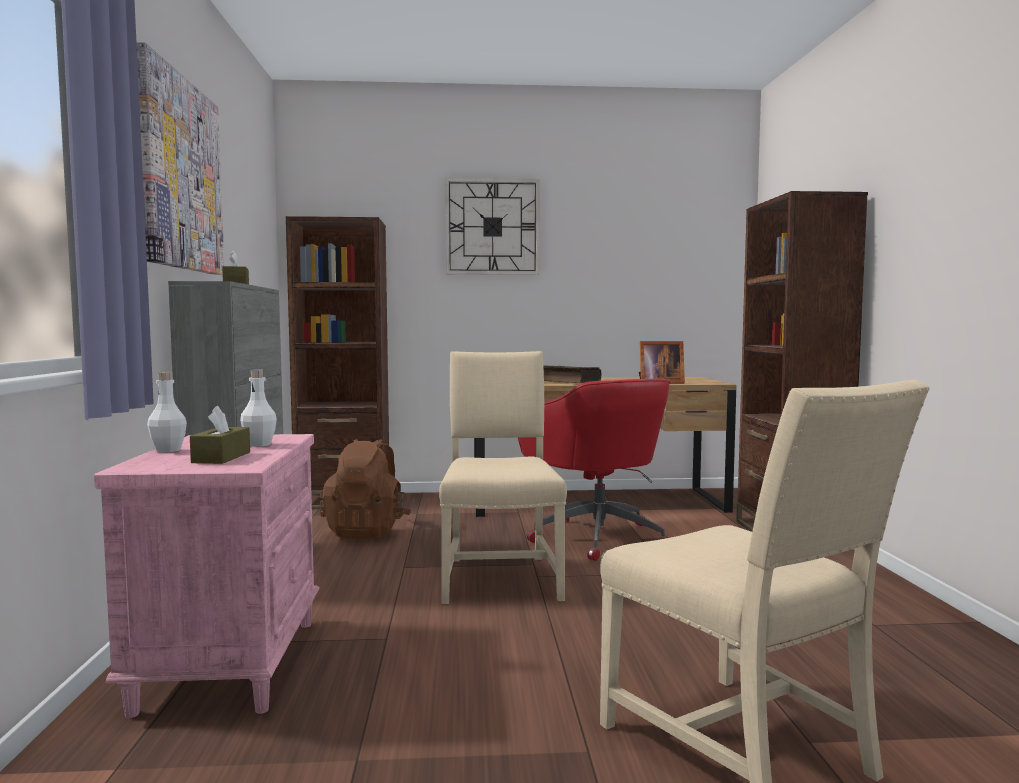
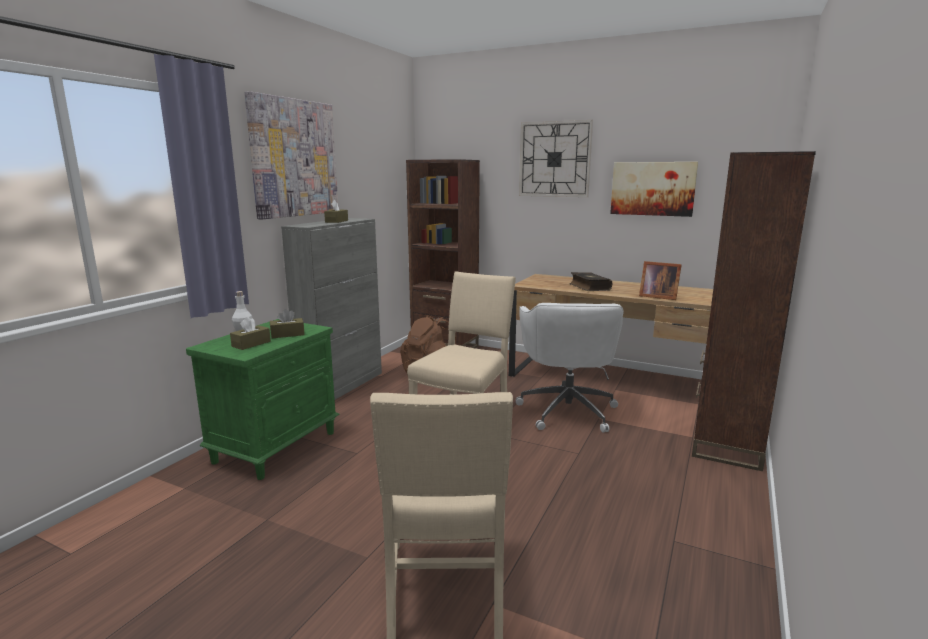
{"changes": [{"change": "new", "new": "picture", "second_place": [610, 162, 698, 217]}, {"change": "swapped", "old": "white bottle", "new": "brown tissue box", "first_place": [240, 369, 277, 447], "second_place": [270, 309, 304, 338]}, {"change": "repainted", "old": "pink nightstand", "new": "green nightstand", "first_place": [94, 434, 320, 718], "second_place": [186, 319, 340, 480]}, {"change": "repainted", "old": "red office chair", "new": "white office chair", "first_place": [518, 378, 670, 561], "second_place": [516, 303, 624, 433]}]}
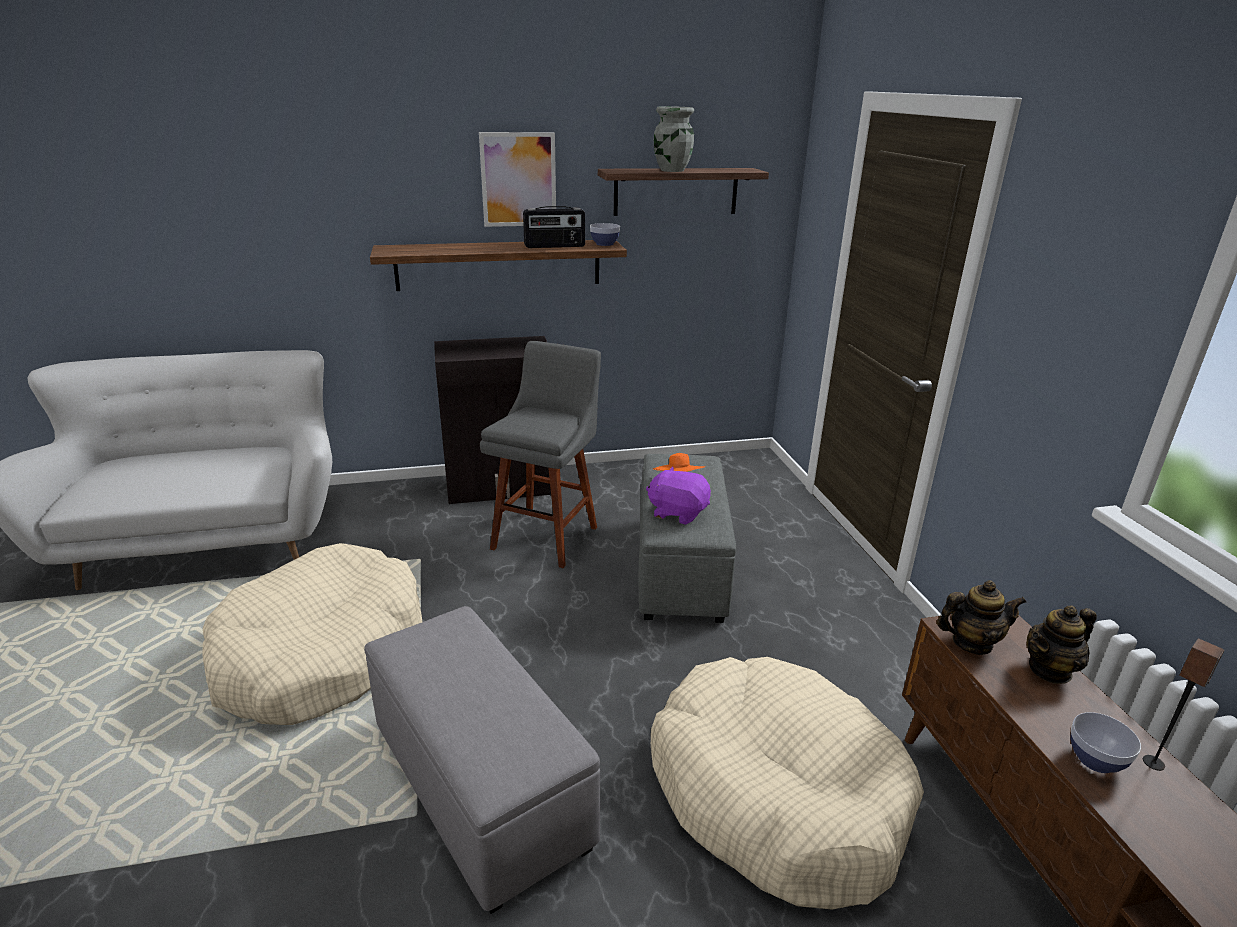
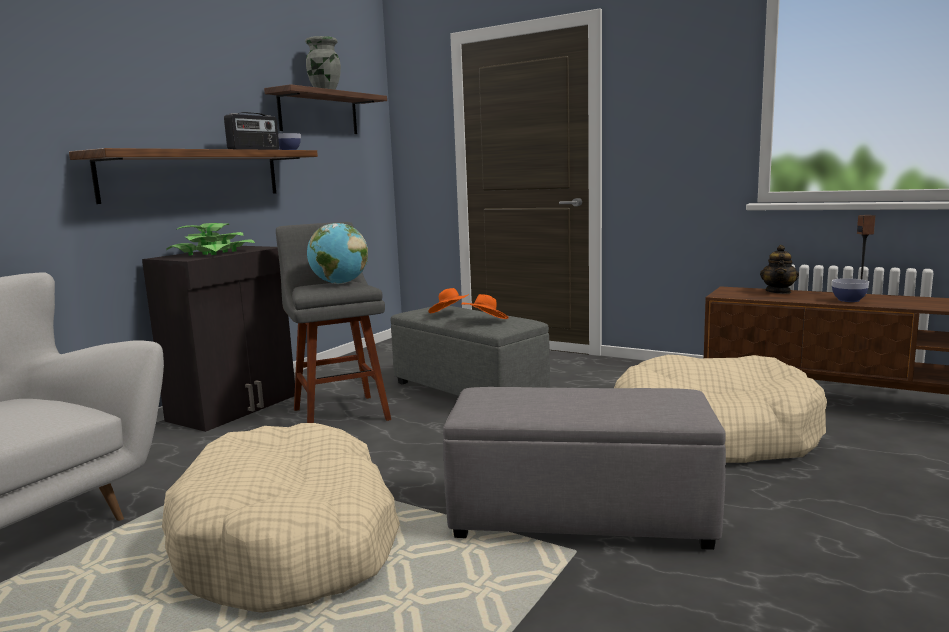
{"changes": [{"change": "gone", "old": "picture", "first_place": [479, 132, 556, 227]}, {"change": "gone", "old": "teapot", "first_place": [937, 580, 1026, 655]}, {"change": "new", "new": "potted plant", "second_place": [166, 223, 255, 256]}, {"change": "new", "new": "globe", "second_place": [307, 223, 368, 284]}, {"change": "swapped", "old": "purple plush toy", "new": "orange hat", "first_place": [646, 466, 711, 525], "second_place": [461, 294, 509, 319]}]}
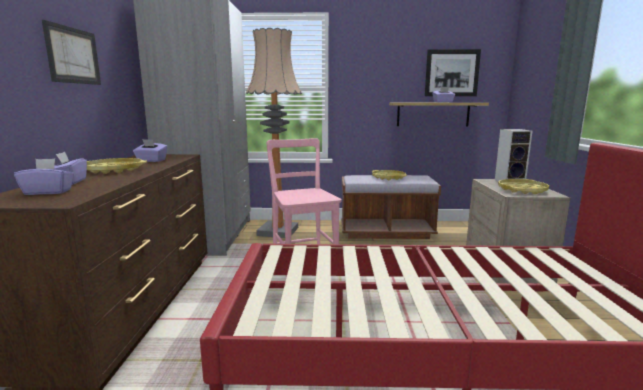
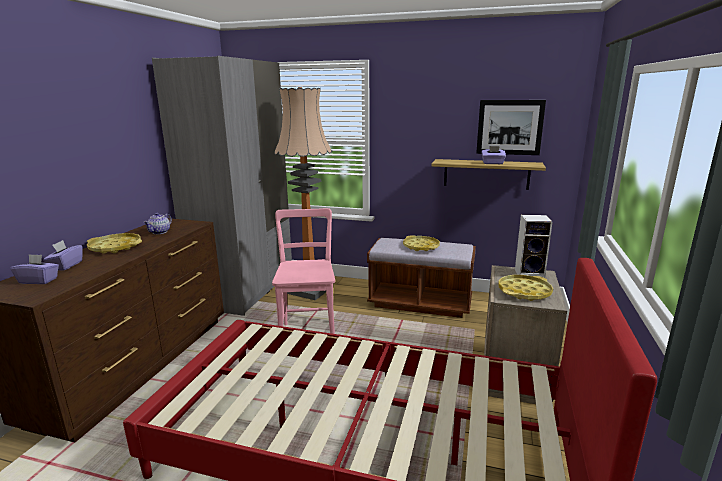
{"changes": [{"change": "gone", "old": "picture", "first_place": [42, 20, 101, 85]}, {"change": "swapped", "old": "purple tissue box", "new": "teapot", "first_place": [133, 139, 167, 162], "second_place": [143, 213, 172, 234]}]}
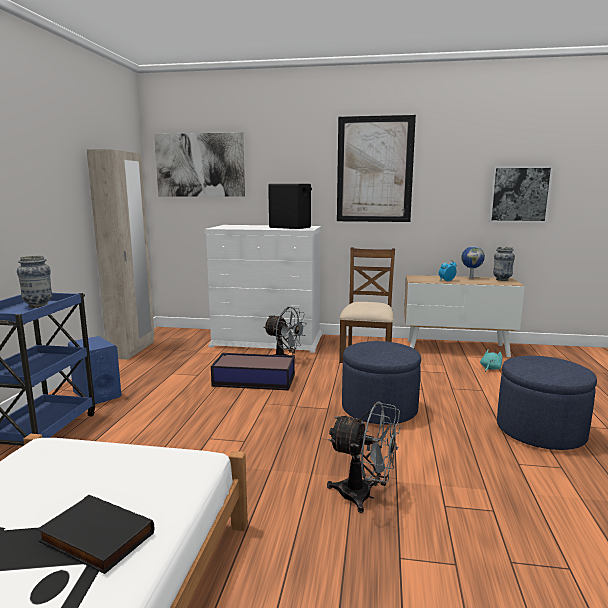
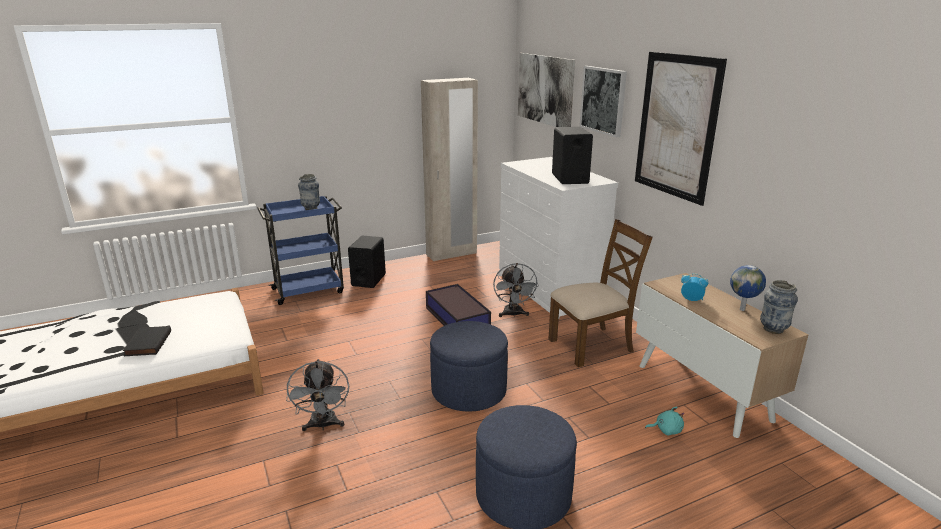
{"changes": [{"change": "shifted", "old": "picture", "first_place": [488, 166, 553, 223], "second_place": [580, 66, 627, 137]}, {"change": "repainted", "old": "blue speaker", "new": "black speaker", "first_place": [68, 336, 121, 404], "second_place": [348, 236, 386, 288]}]}
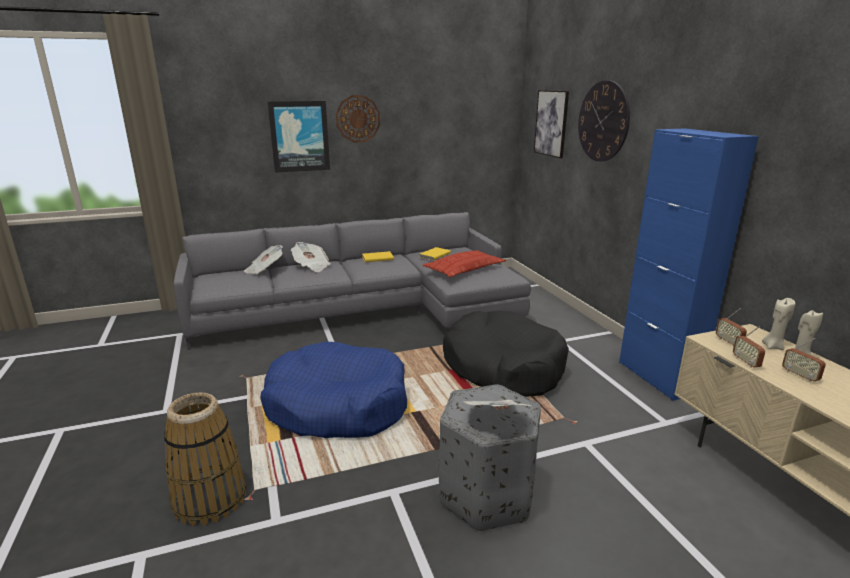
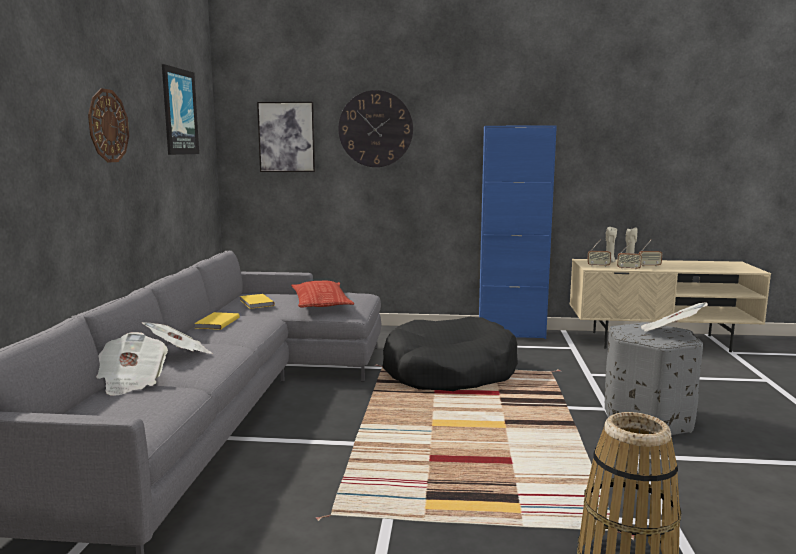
{"changes": [{"change": "gone", "old": "blue dog bed", "first_place": [260, 342, 407, 438]}, {"change": "shifted", "old": "picture", "first_place": [268, 101, 330, 173], "second_place": [162, 64, 199, 155]}]}
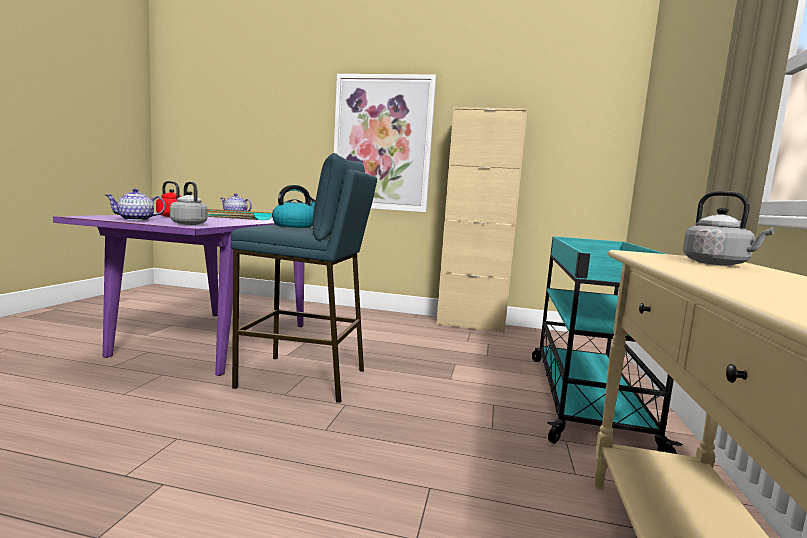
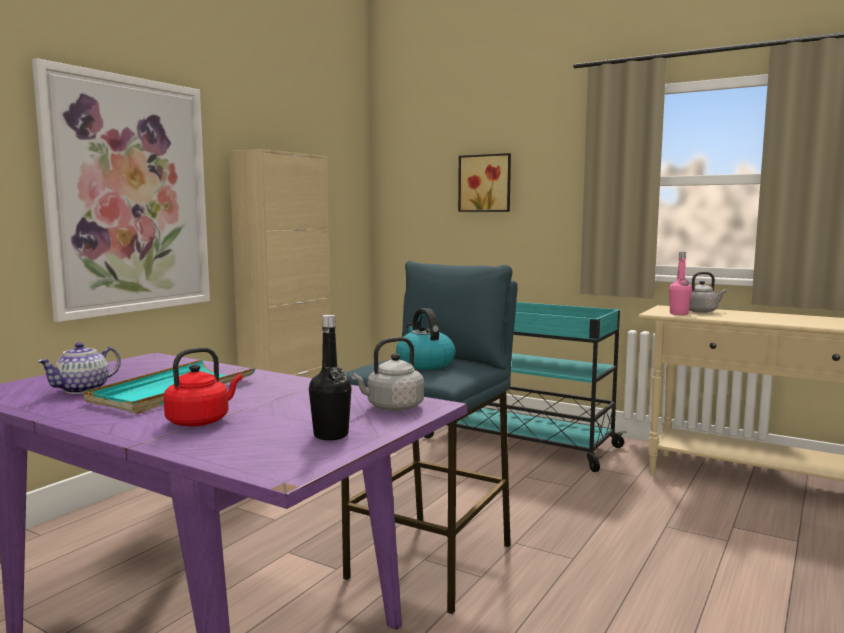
{"changes": [{"change": "new", "new": "picture", "second_place": [458, 153, 511, 212]}, {"change": "new", "new": "pink bottle", "second_place": [669, 252, 692, 315]}, {"change": "swapped", "old": "teapot", "new": "black bottle", "first_place": [105, 189, 165, 221], "second_place": [309, 315, 352, 440]}]}
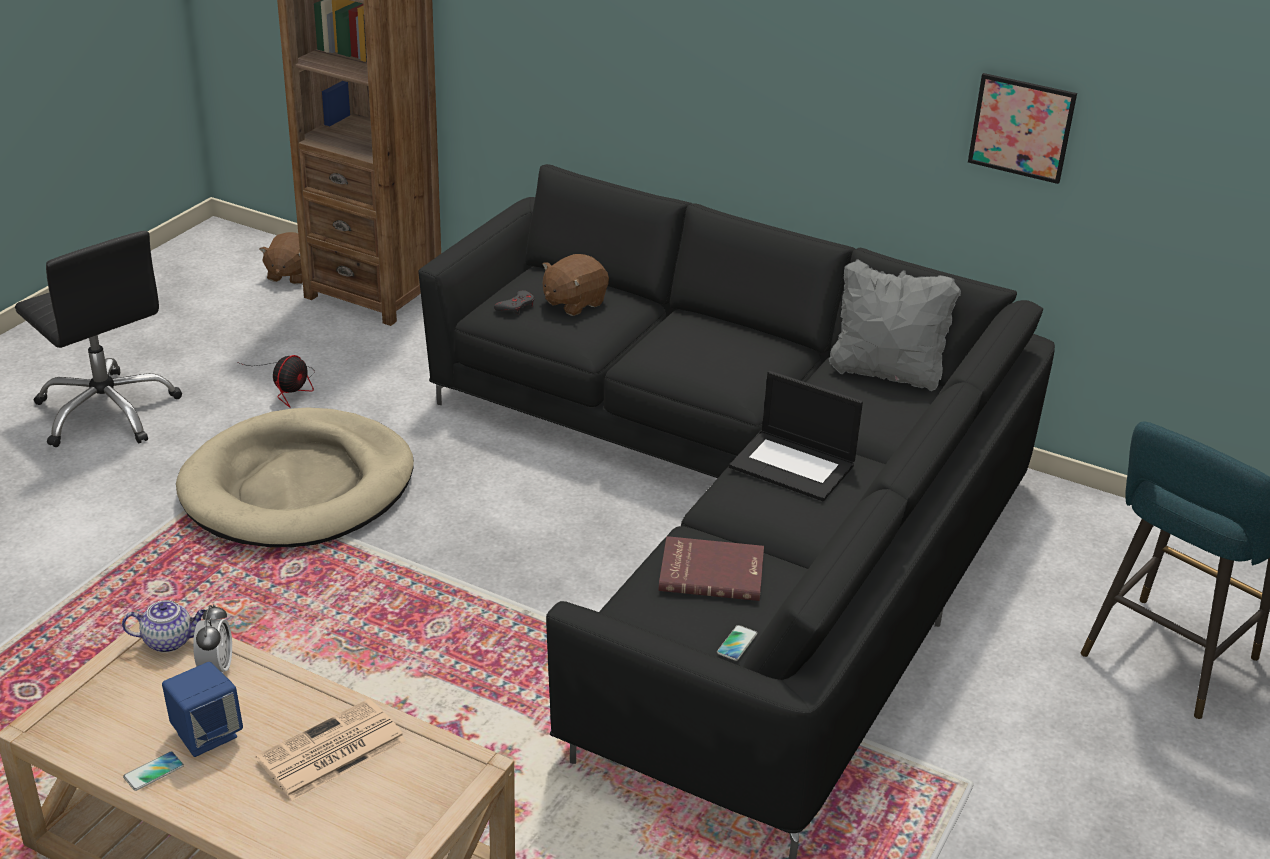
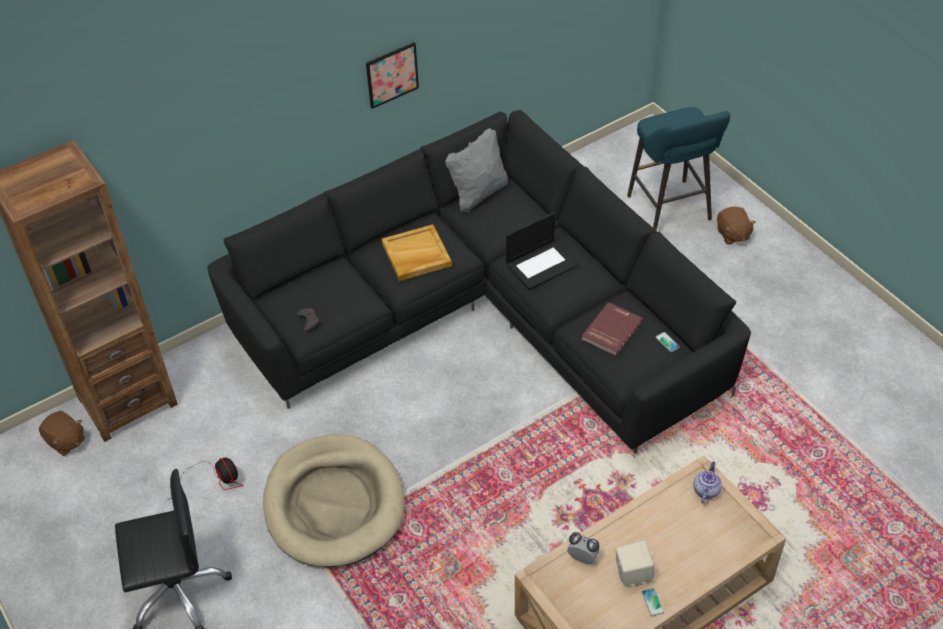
{"changes": [{"change": "gone", "old": "newspaper", "first_place": [256, 699, 406, 801]}, {"change": "new", "new": "beige tray", "second_place": [382, 225, 452, 281]}, {"change": "shifted", "old": "teapot", "first_place": [122, 600, 206, 653], "second_place": [693, 462, 722, 503]}, {"change": "shifted", "old": "brown plush toy", "first_place": [542, 254, 609, 316], "second_place": [717, 207, 756, 245]}, {"change": "shifted", "old": "picture", "first_place": [968, 73, 1077, 184], "second_place": [366, 42, 419, 109]}, {"change": "repainted", "old": "blue speaker", "new": "beige speaker", "first_place": [162, 662, 243, 757], "second_place": [616, 540, 654, 587]}]}
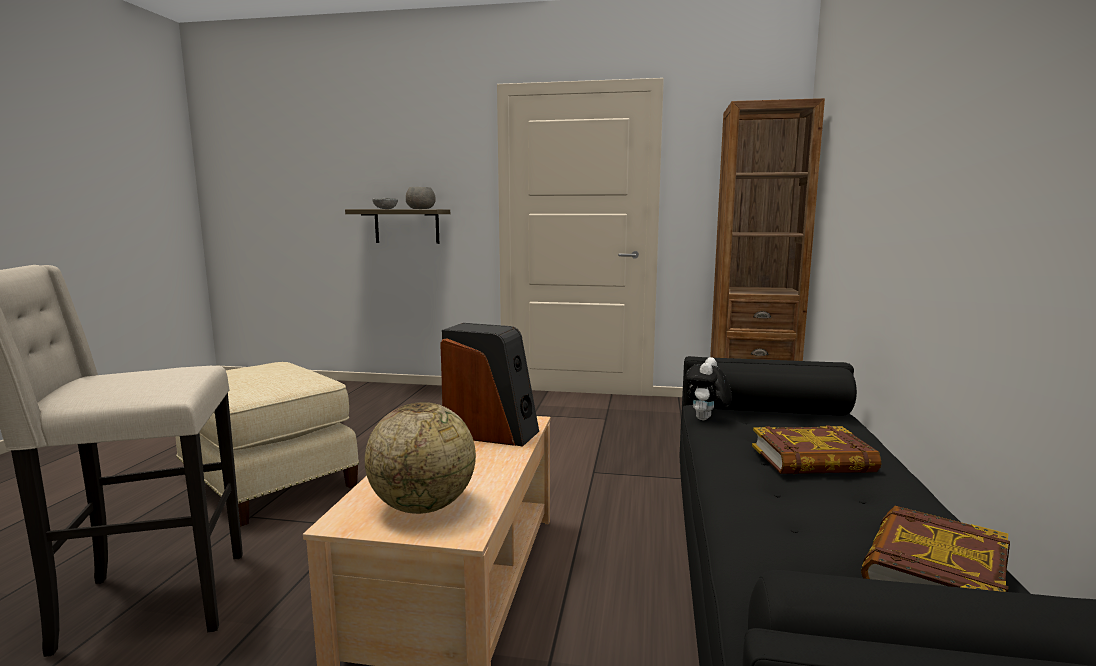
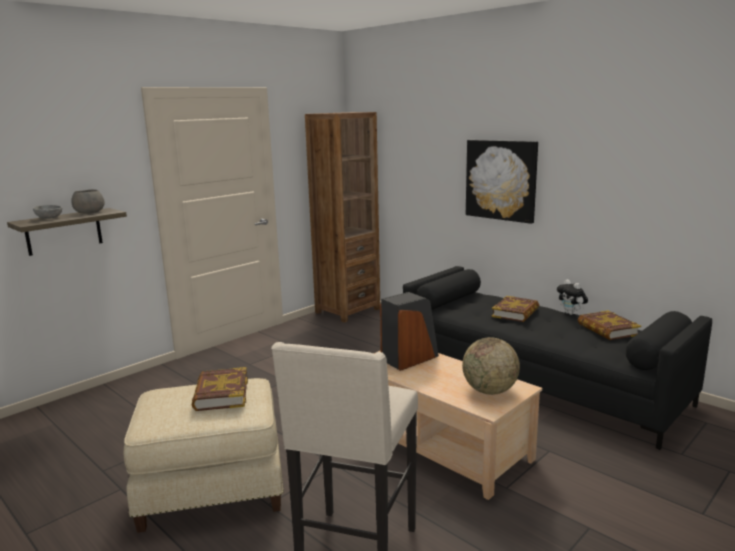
{"changes": [{"change": "new", "new": "book", "second_place": [192, 367, 248, 411]}, {"change": "new", "new": "picture", "second_place": [466, 140, 538, 224]}, {"change": "shifted", "old": "plush toy", "first_place": [685, 357, 732, 420], "second_place": [557, 279, 588, 315]}]}
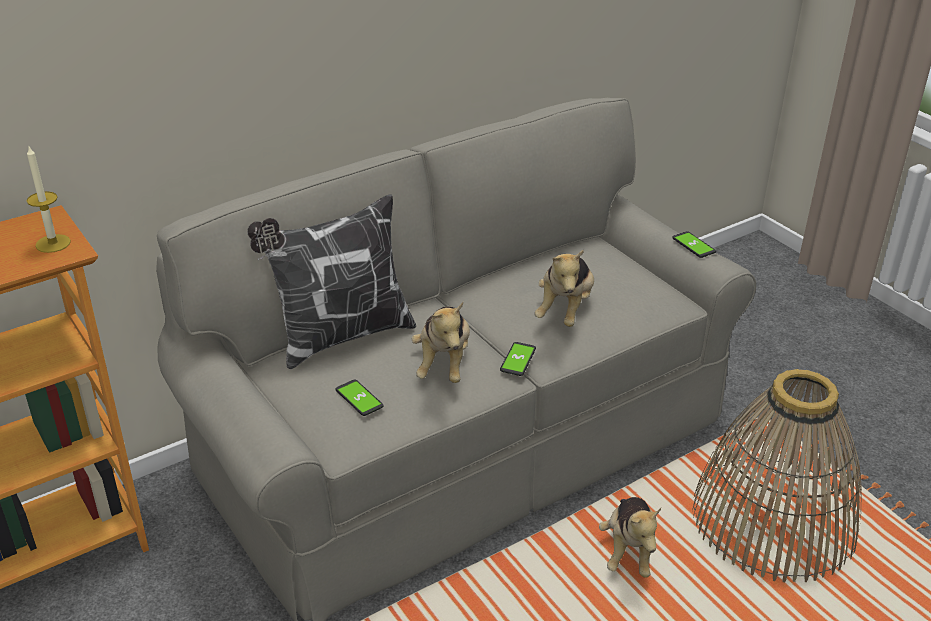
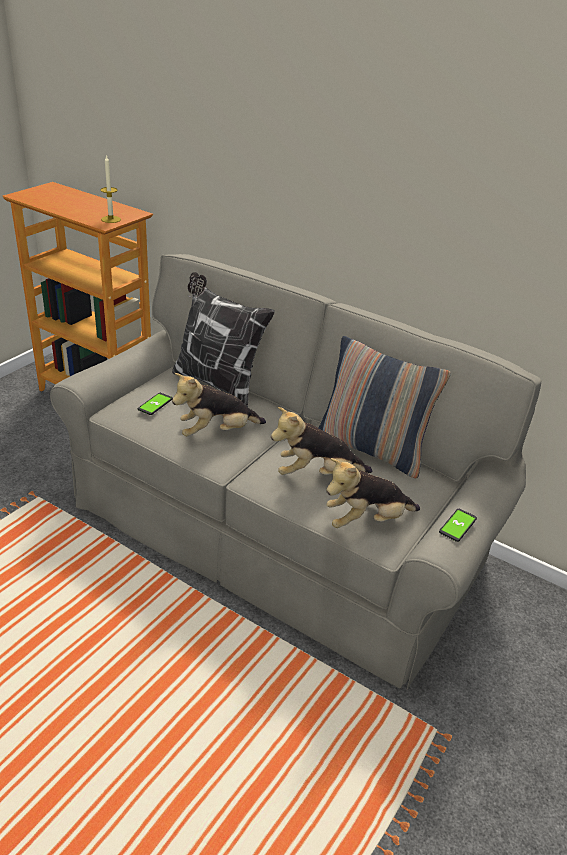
{"changes": [{"change": "gone", "old": "phone", "first_place": [500, 342, 536, 376]}, {"change": "gone", "old": "basket", "first_place": [692, 369, 862, 583]}, {"change": "new", "new": "pillow", "second_place": [319, 336, 451, 478]}, {"change": "shifted", "old": "plush toy", "first_place": [599, 497, 661, 578], "second_place": [326, 458, 420, 528]}]}
